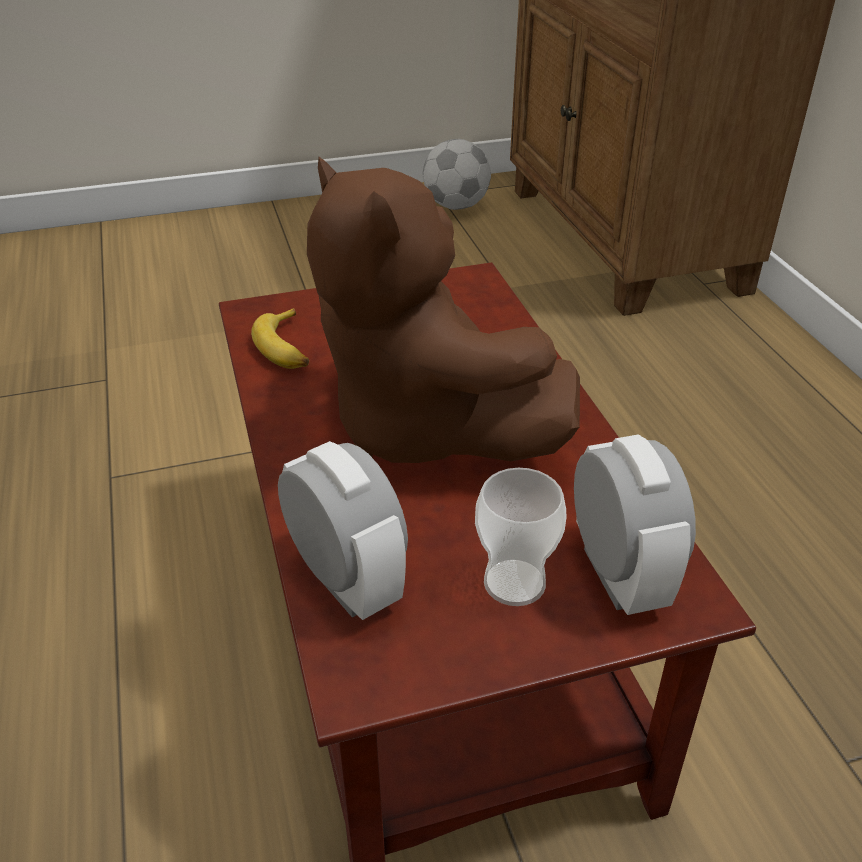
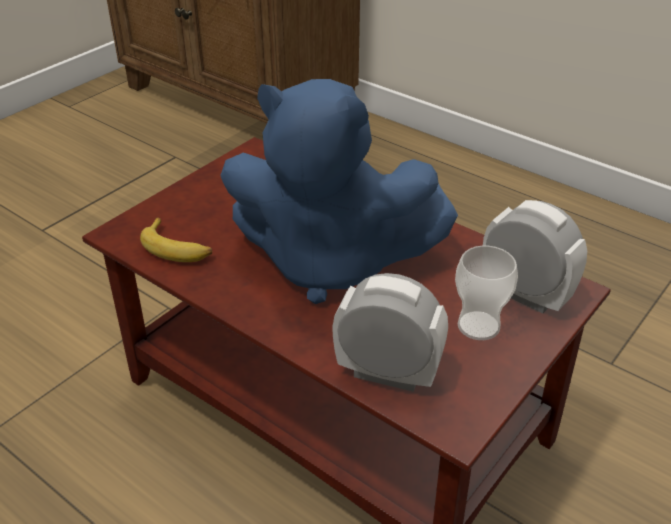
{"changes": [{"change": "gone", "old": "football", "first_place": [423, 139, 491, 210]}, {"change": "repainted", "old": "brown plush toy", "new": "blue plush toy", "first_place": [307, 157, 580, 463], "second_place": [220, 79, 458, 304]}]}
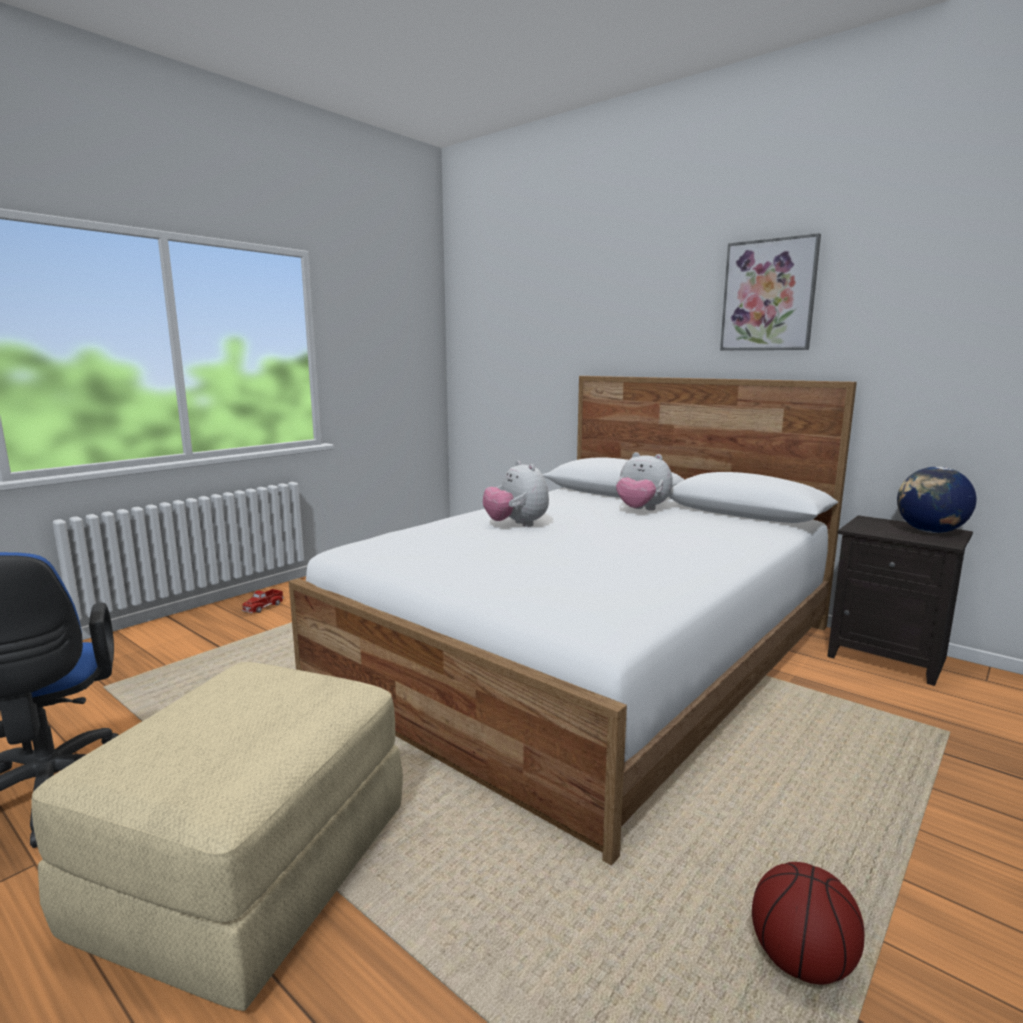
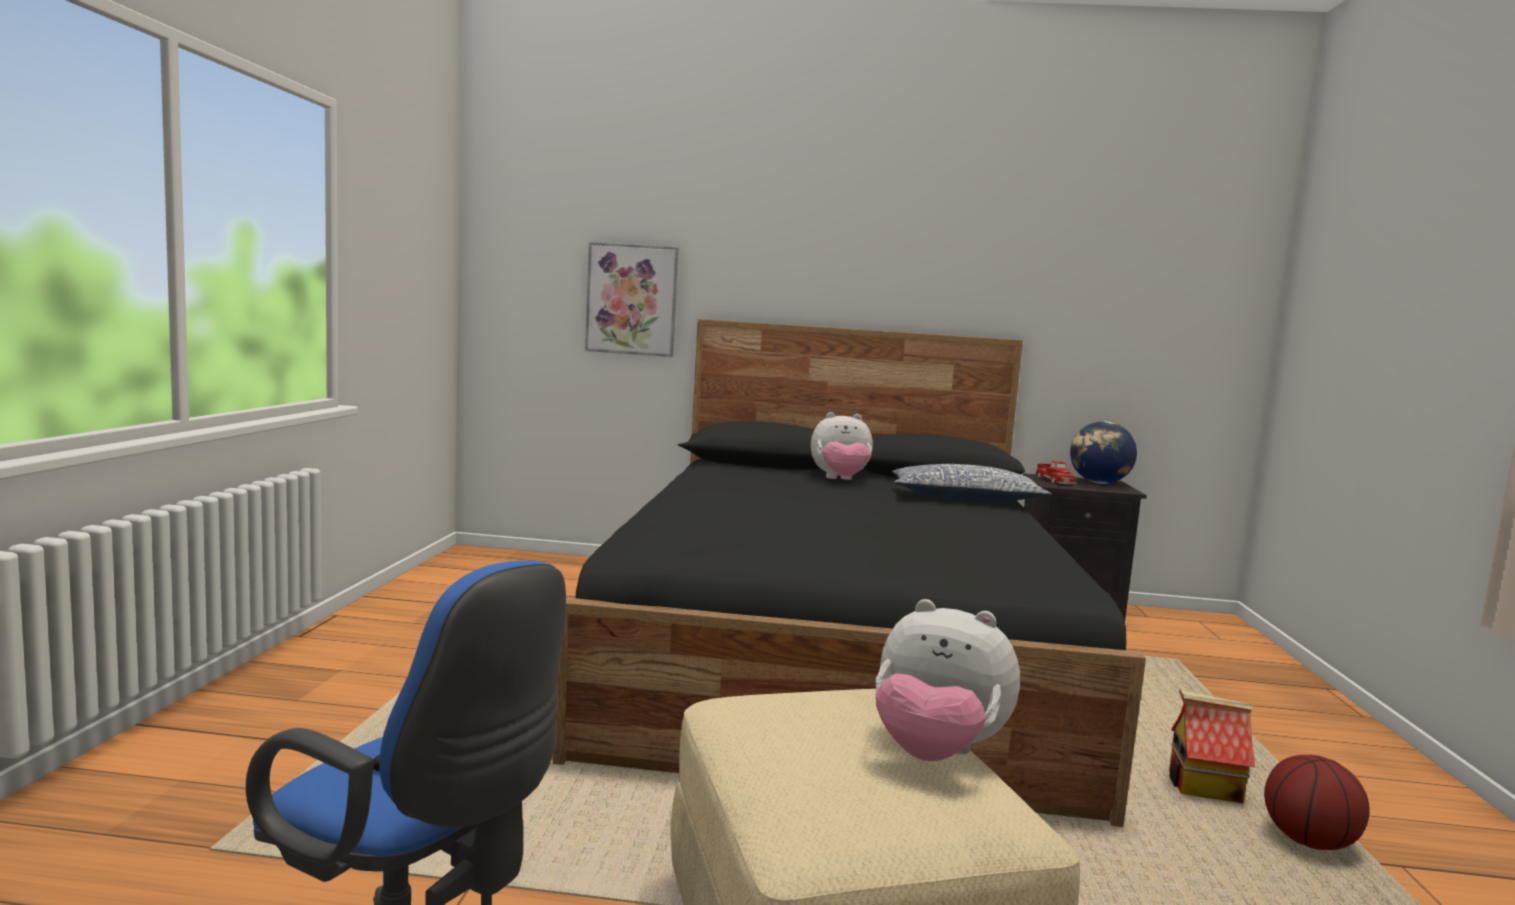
{"changes": [{"change": "new", "new": "pillow", "second_place": [892, 464, 1052, 501]}, {"change": "new", "new": "toy house", "second_place": [1169, 689, 1255, 803]}, {"change": "shifted", "old": "toy truck", "first_place": [242, 589, 284, 613], "second_place": [1035, 461, 1076, 485]}, {"change": "shifted", "old": "plush toy", "first_place": [483, 460, 549, 527], "second_place": [875, 599, 1020, 761]}, {"change": "shifted", "old": "picture", "first_place": [720, 233, 821, 350], "second_place": [585, 242, 678, 357]}, {"change": "repainted", "old": "white bed", "new": "black bed", "first_place": [289, 376, 857, 865], "second_place": [553, 319, 1146, 827]}]}
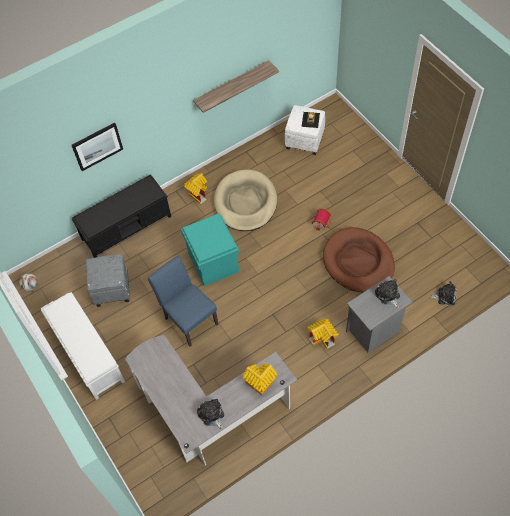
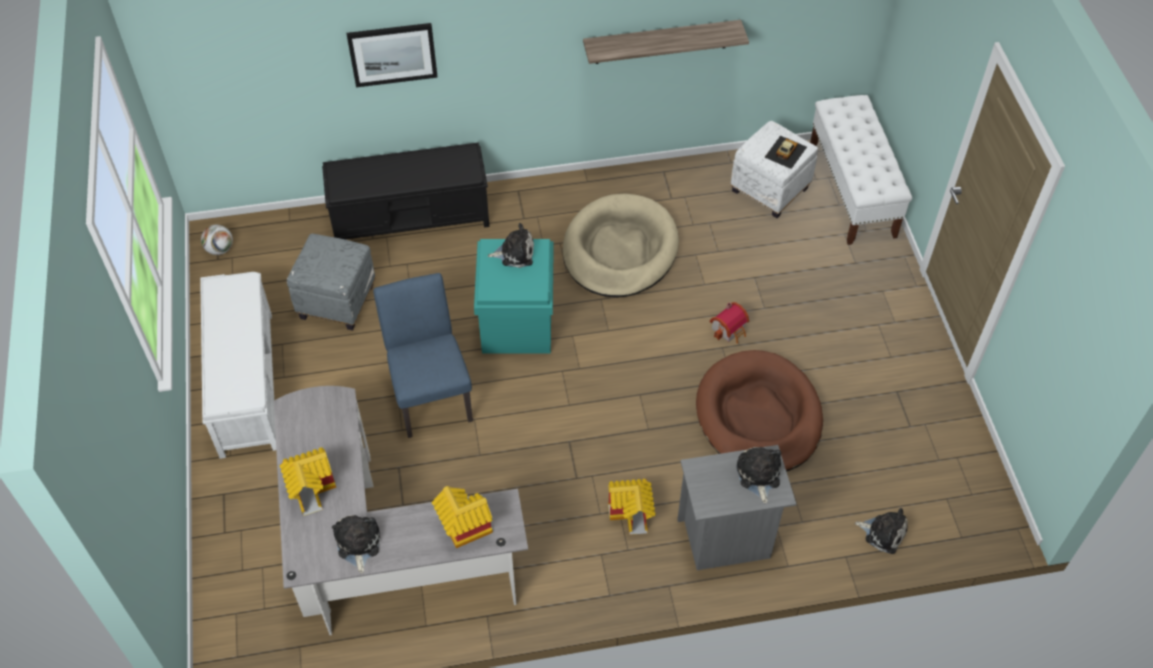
{"changes": [{"change": "new", "new": "plush toy", "second_place": [488, 223, 534, 268]}, {"change": "new", "new": "white bench", "second_place": [810, 95, 912, 245]}, {"change": "shifted", "old": "toy house", "first_place": [184, 173, 207, 204], "second_place": [280, 447, 336, 516]}]}
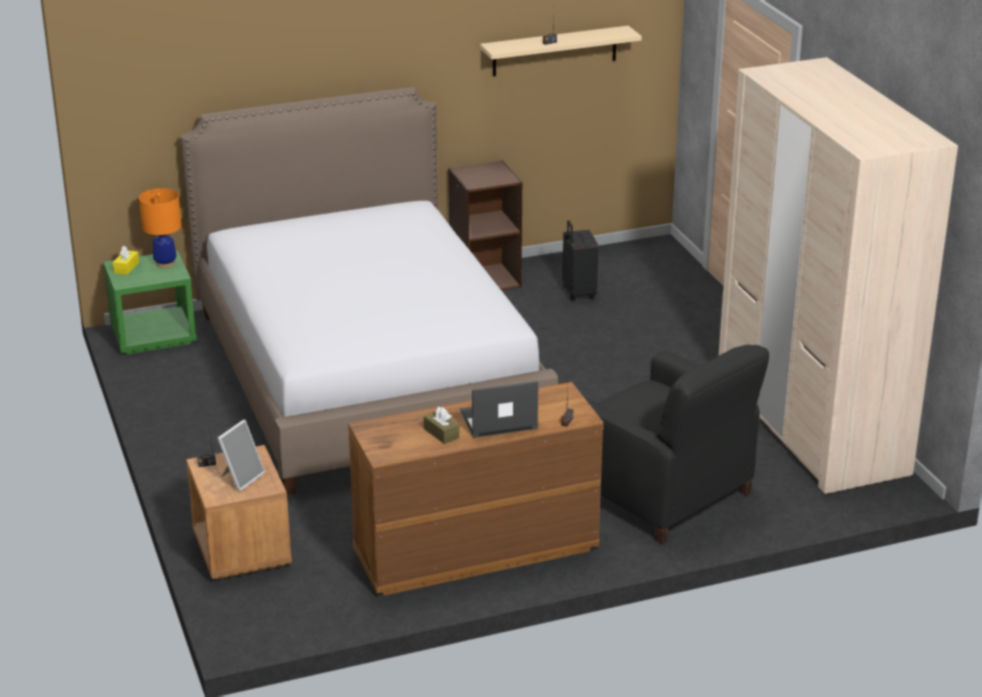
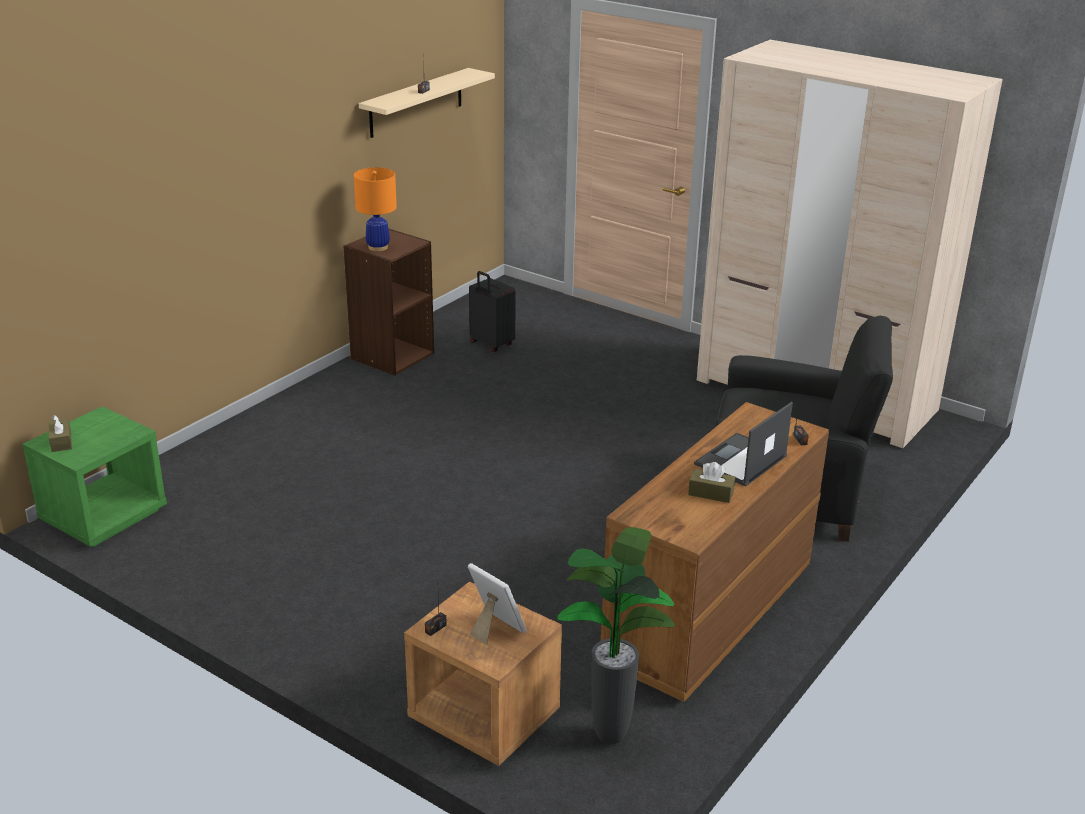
{"changes": [{"change": "gone", "old": "bed", "first_place": [180, 87, 558, 495]}, {"change": "new", "new": "potted plant", "second_place": [557, 527, 675, 744]}, {"change": "shifted", "old": "orange table lamp", "first_place": [139, 188, 182, 268], "second_place": [354, 167, 397, 251]}, {"change": "repainted", "old": "yellow tissue box", "new": "brown tissue box", "first_place": [113, 246, 140, 275], "second_place": [49, 415, 72, 452]}, {"change": "rotated", "old": "picture frame", "first_place": [218, 419, 265, 491], "second_place": [468, 563, 526, 645], "degrees": -45}]}
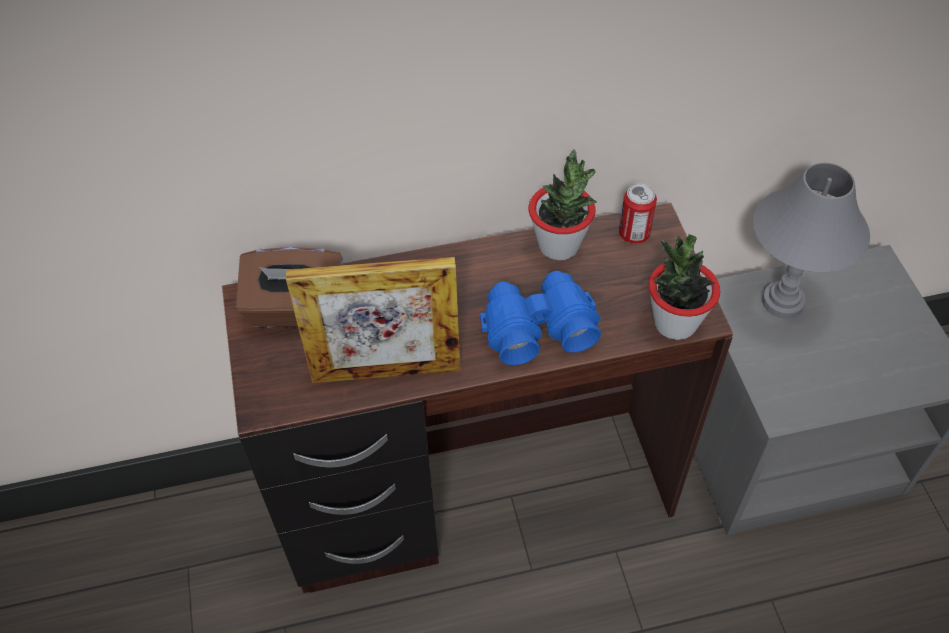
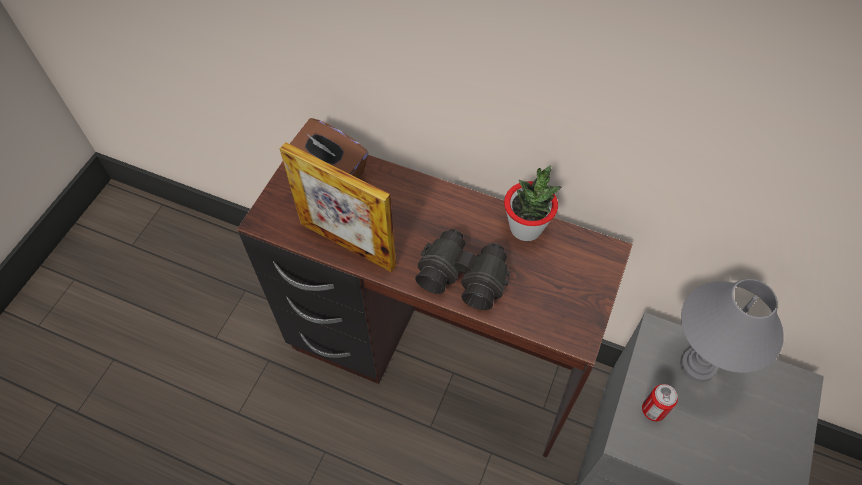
{"changes": [{"change": "gone", "old": "potted plant", "first_place": [648, 234, 720, 340]}, {"change": "shifted", "old": "can", "first_place": [619, 183, 657, 244], "second_place": [642, 384, 678, 422]}, {"change": "repainted", "old": "blue binoculars", "new": "black binoculars", "first_place": [480, 271, 601, 365], "second_place": [415, 229, 510, 310]}]}
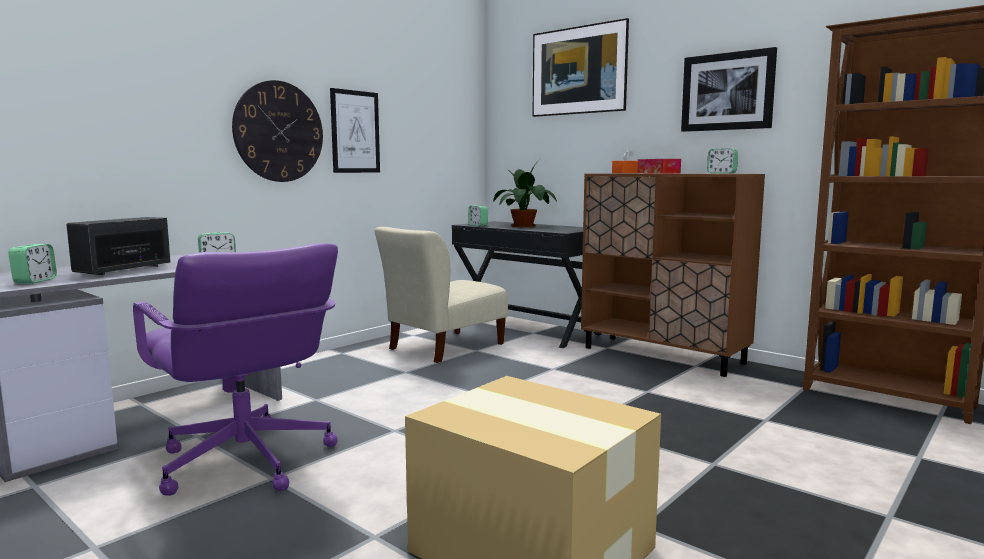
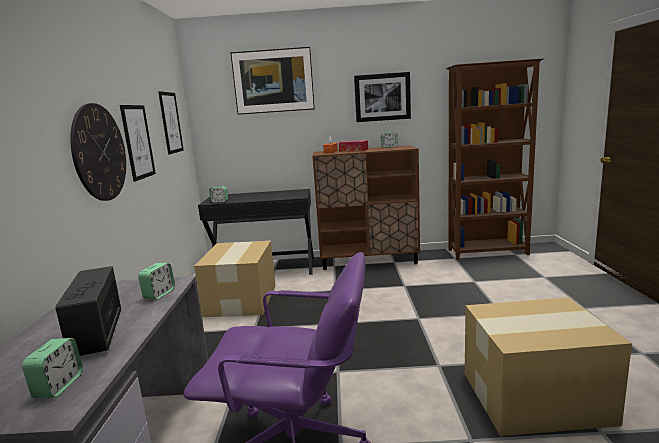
{"changes": [{"change": "gone", "old": "potted plant", "first_place": [493, 159, 557, 227]}, {"change": "new", "new": "picture", "second_place": [158, 91, 184, 155]}, {"change": "swapped", "old": "beige chair", "new": "cardboard box", "first_place": [374, 227, 508, 363], "second_place": [194, 241, 276, 317]}, {"change": "rotated", "old": "alarm clock", "first_place": [8, 244, 57, 284], "second_place": [22, 338, 83, 398], "degrees": 45}]}
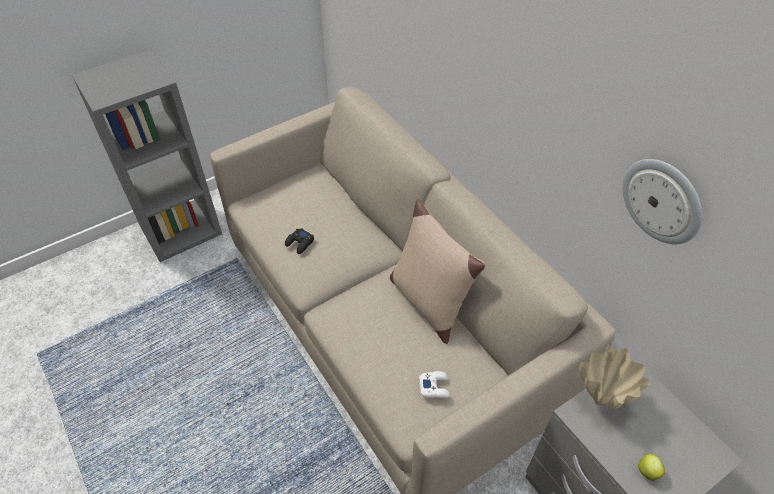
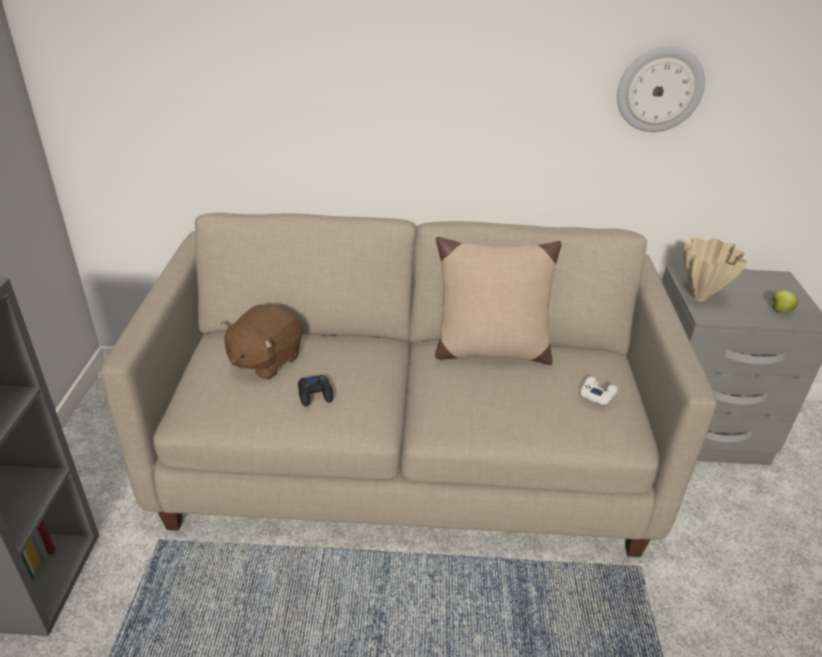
{"changes": [{"change": "new", "new": "brown plush toy", "second_place": [221, 304, 303, 380]}]}
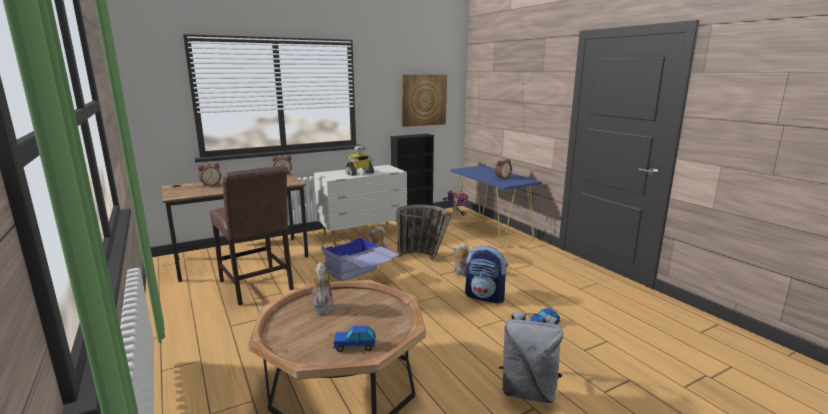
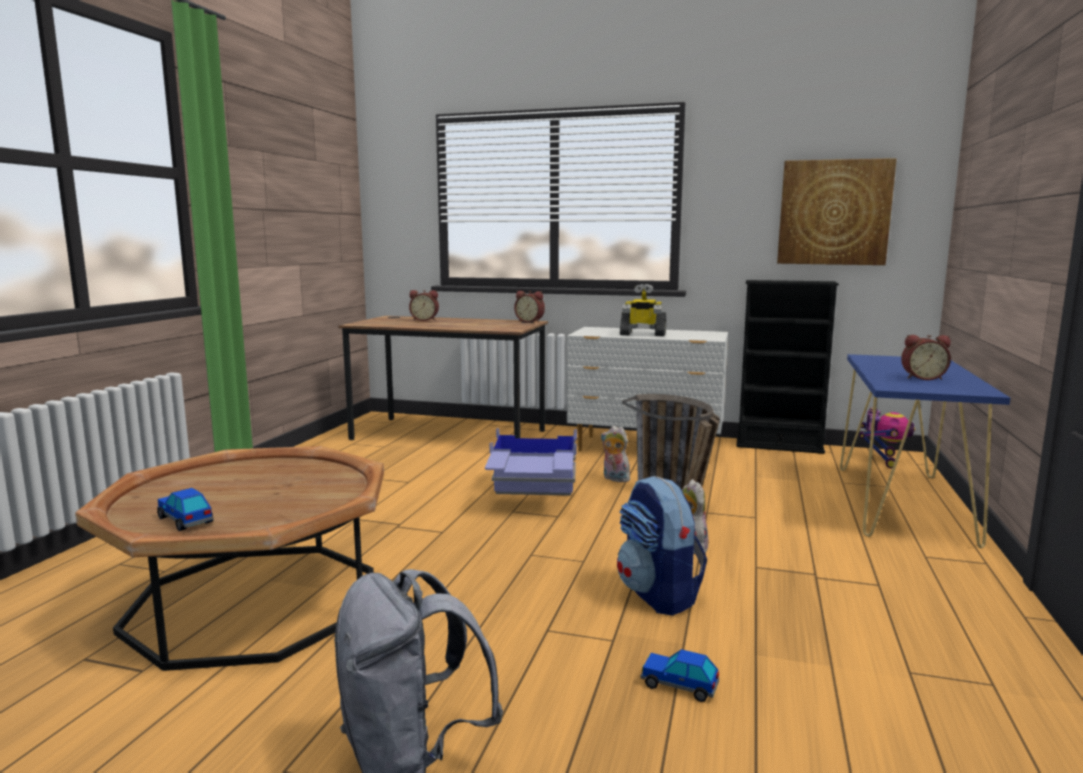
{"changes": [{"change": "gone", "old": "brown chair", "first_place": [210, 166, 294, 305]}, {"change": "gone", "old": "plush toy", "first_place": [309, 262, 334, 315]}]}
